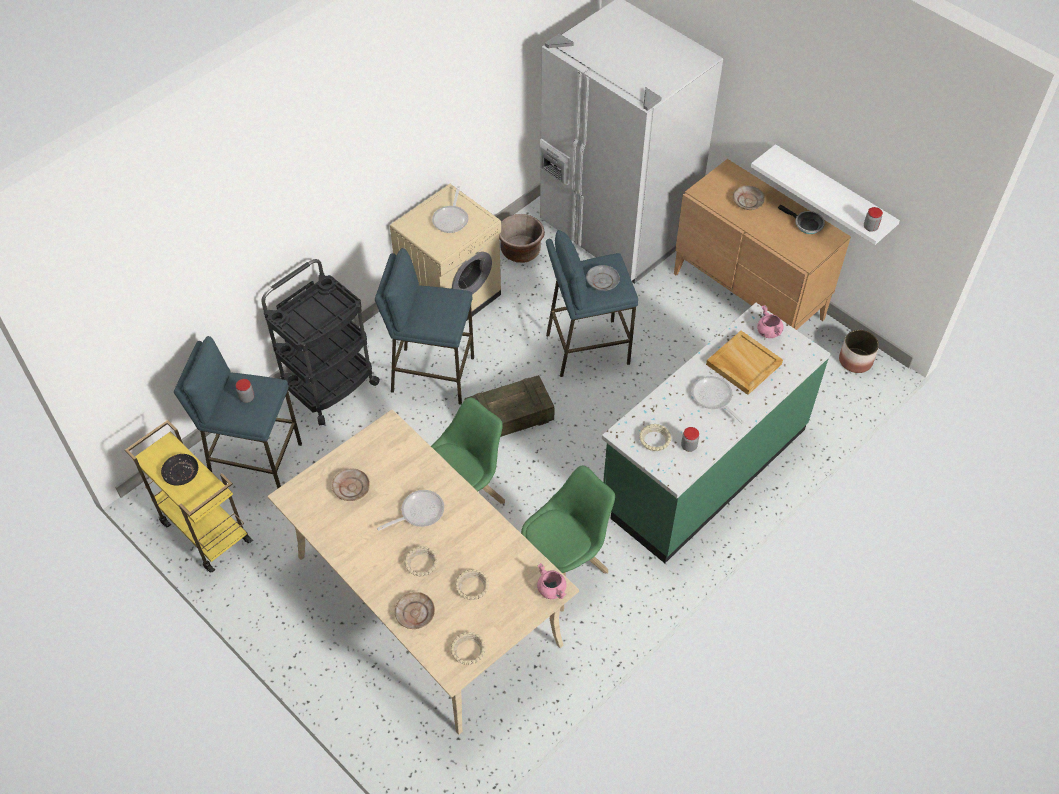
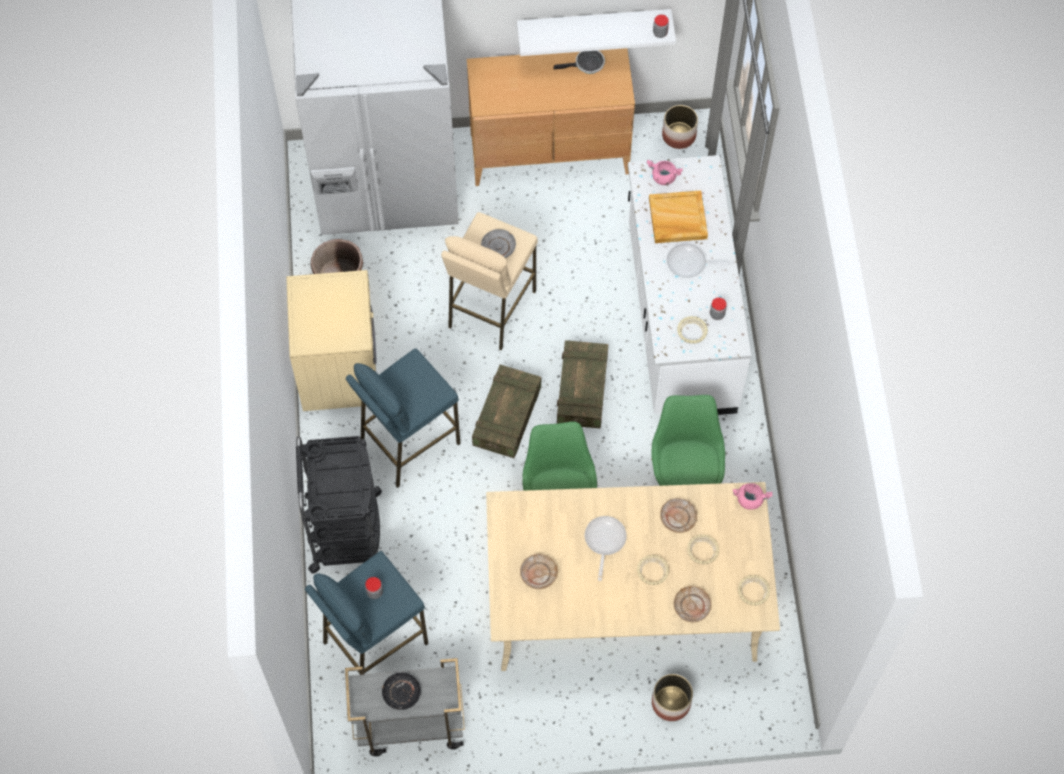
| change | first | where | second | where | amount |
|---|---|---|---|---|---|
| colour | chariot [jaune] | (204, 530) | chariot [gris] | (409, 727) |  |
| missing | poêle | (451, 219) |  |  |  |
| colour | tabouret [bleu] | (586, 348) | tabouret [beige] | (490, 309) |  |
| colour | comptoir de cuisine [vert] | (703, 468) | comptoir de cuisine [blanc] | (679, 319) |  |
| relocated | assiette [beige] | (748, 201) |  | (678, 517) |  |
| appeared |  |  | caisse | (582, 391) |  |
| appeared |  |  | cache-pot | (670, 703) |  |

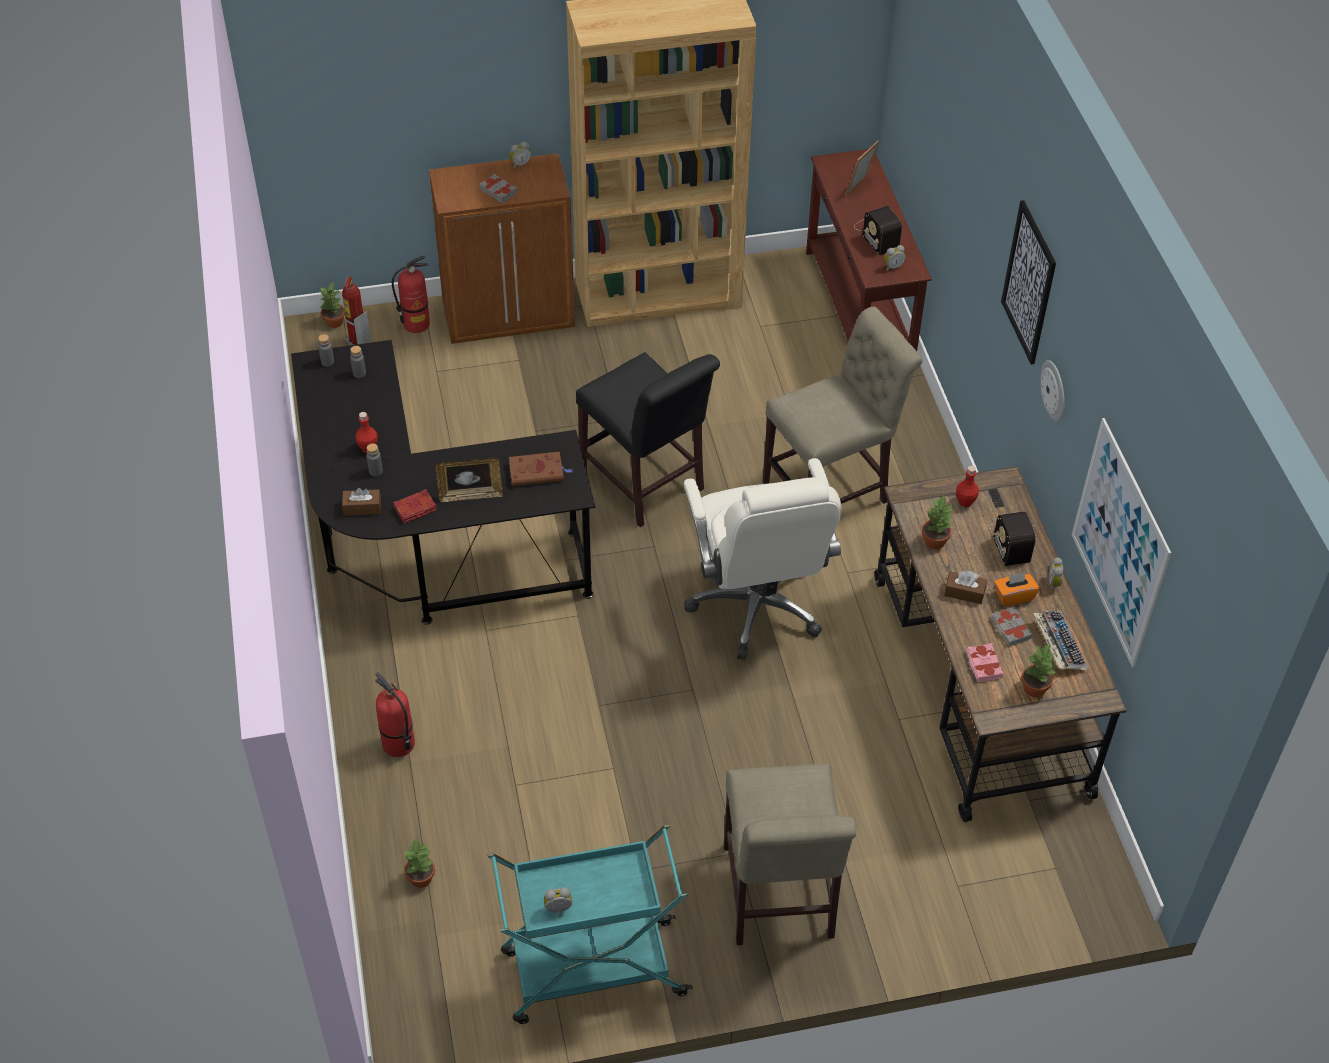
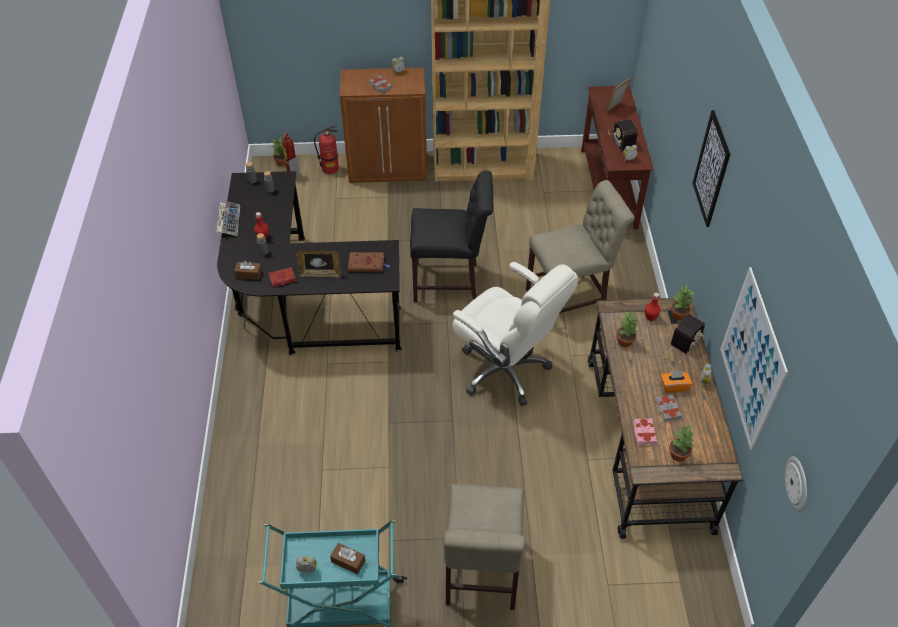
| change | first | where | second | where | amount |
|---|---|---|---|---|---|
| missing | extincteur | (398, 744) |  |  |  |
| relocated | plante en pot | (420, 879) |  | (678, 315) |  |
| spun | chaise [noir] | (646, 485) |  | (450, 282) | 60 degrees counterclockwise |
| spun | chaise de bureau [blanc] | (756, 608) |  | (505, 371) | 45 degrees counterclockwise |
| relocated | boîte à mouchoirs [marron] | (964, 592) |  | (348, 561) |  |
| spun | radio | (1010, 538) |  | (678, 346) | 135 degrees counterclockwise |
| relocated | clavier | (1057, 644) |  | (229, 221) |  |
| relocated | horloge murale | (1054, 390) |  | (797, 483) |  |

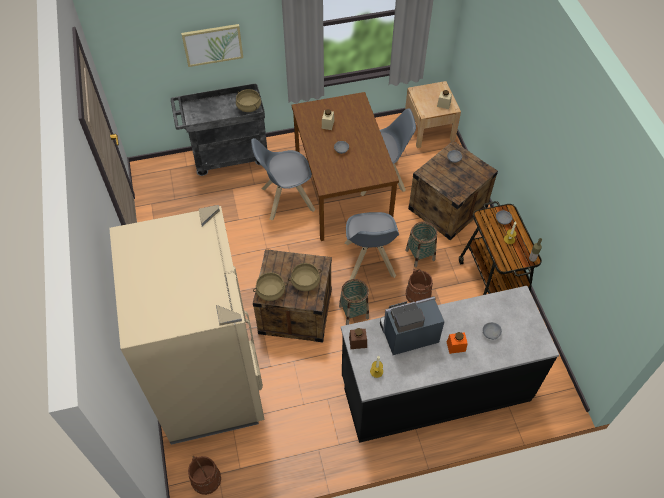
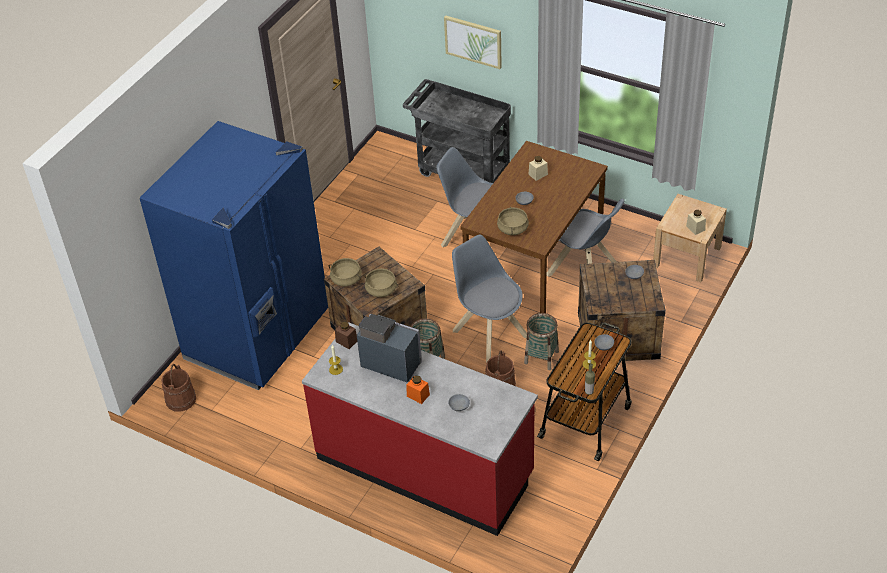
| change | first | where | second | where | amount |
|---|---|---|---|---|---|
| colour | réfrigérateur [beige] | (210, 380) | réfrigérateur [bleu] | (258, 335) |  |
| relocated | marmite [beige] | (248, 107) |  | (512, 228) |  |
| colour | comptoir de cuisine [noir] | (434, 388) | comptoir de cuisine [rouge] | (425, 466) |  |
| spun | chaise [gris] | (369, 261) |  | (489, 332) | 105 degrees clockwise |

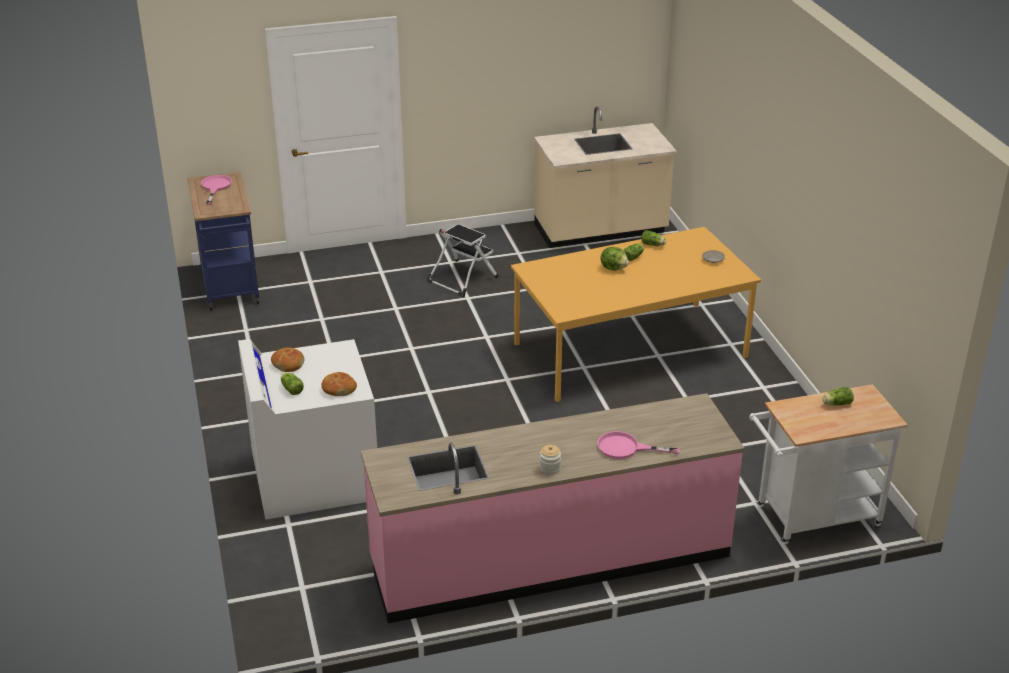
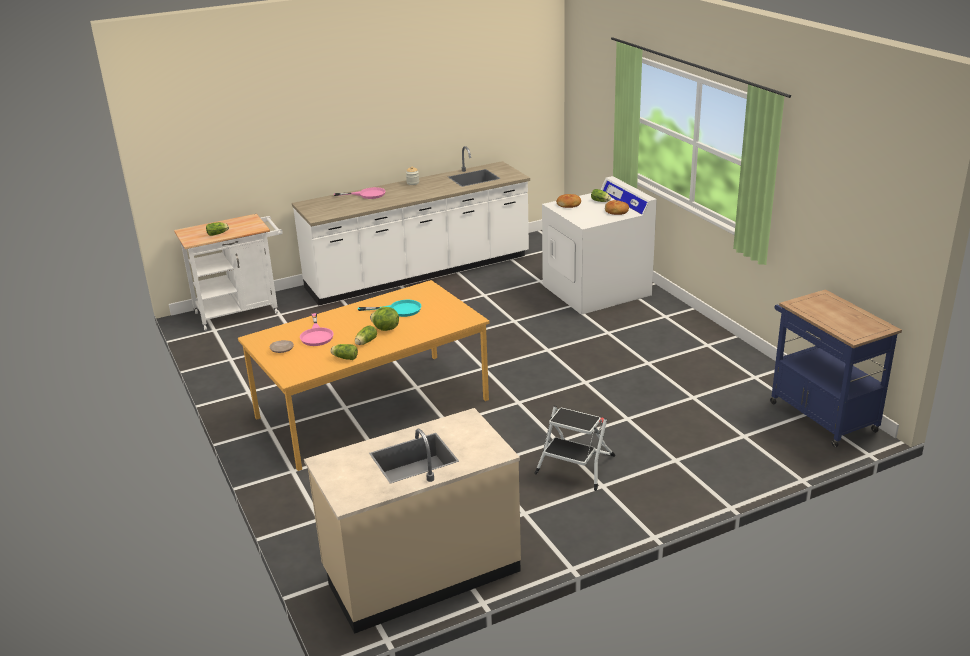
| change | first | where | second | where | amount |
|---|---|---|---|---|---|
| relocated | poêle [rose] | (215, 187) |  | (316, 335) |  |
| colour | comptoir de cuisine [rose] | (550, 558) | comptoir de cuisine [blanc] | (419, 273) |  |
| appeared |  |  | poêle [turquoise] | (399, 310) |  |

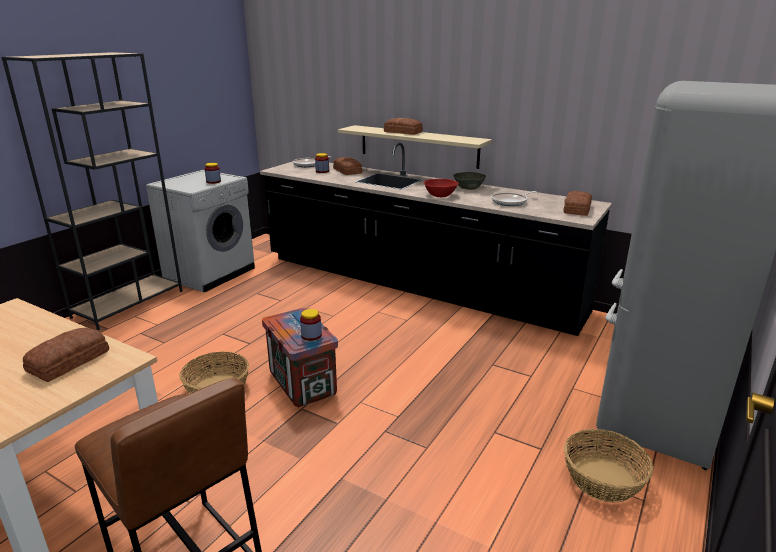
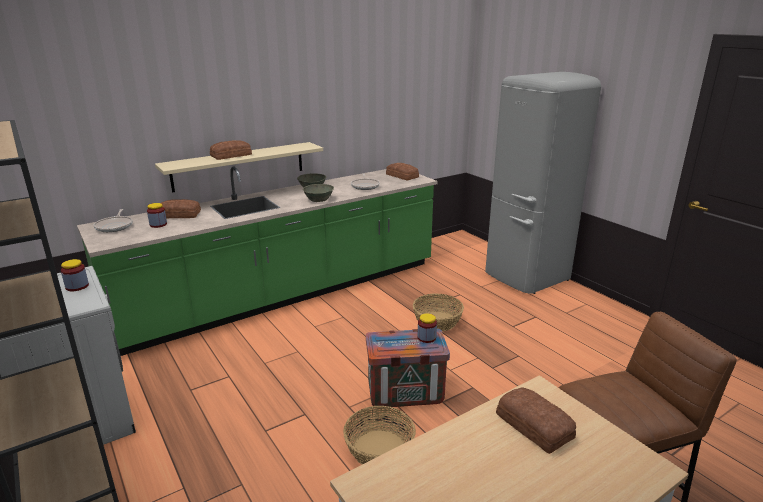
| change | first | where | second | where | amount |
|---|---|---|---|---|---|
| colour | comptoir de cuisine [noir] | (416, 285) | comptoir de cuisine [vert] | (285, 296) |  |
| colour | bol [rouge] | (440, 195) | bol [gris] | (318, 199) |  |
| relocated | panier | (603, 479) |  | (437, 321) |  |

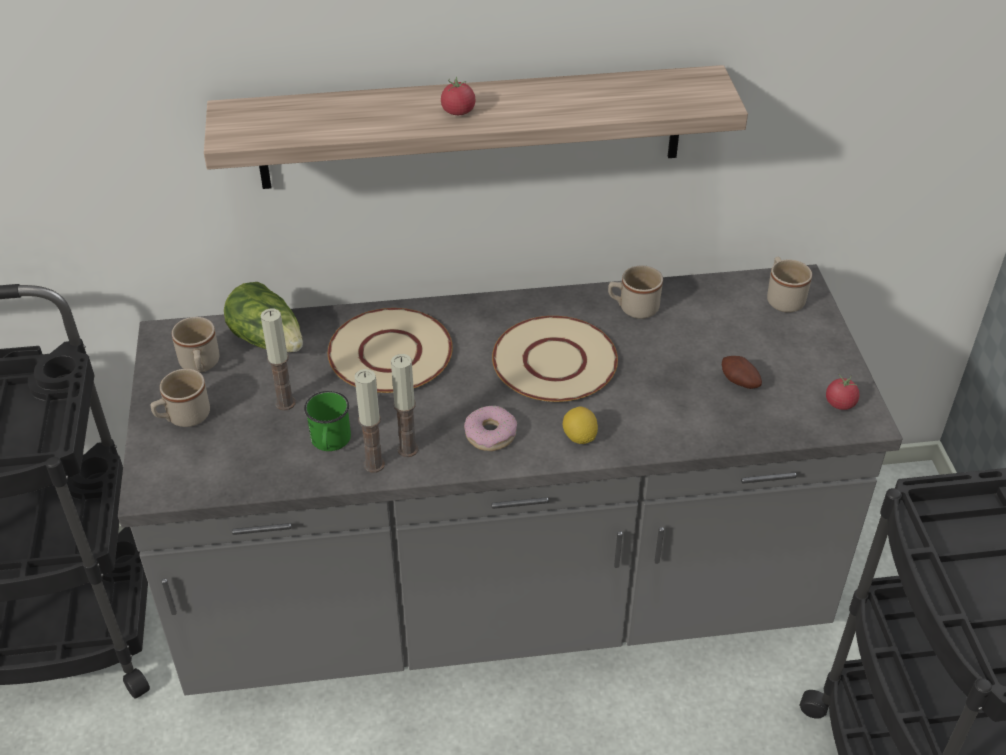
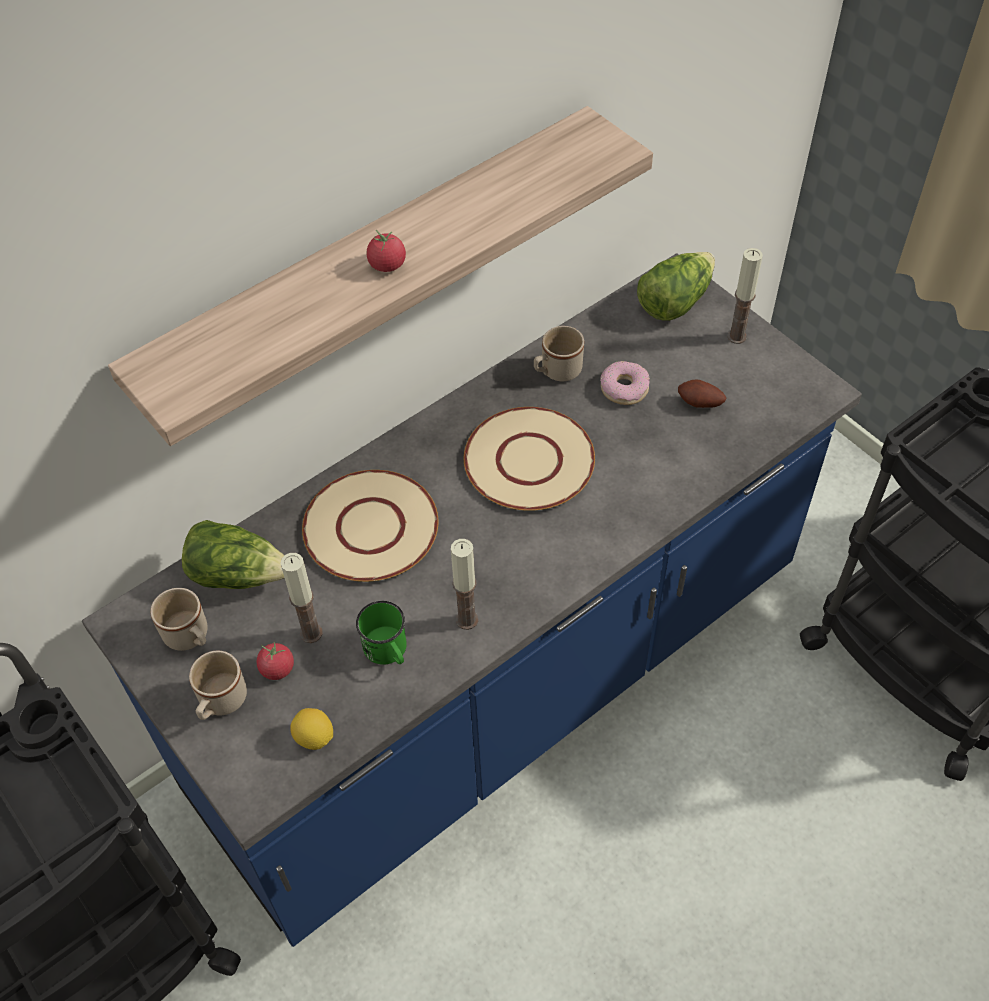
| change | first | where | second | where | amount |
|---|---|---|---|---|---|
| colour | comptoir de cuisine [gris] | (503, 598) | comptoir de cuisine [bleu] | (500, 683) |  |
| relocated | bougie | (374, 464) |  | (736, 336) |  |
| relocated | beignet | (490, 434) |  | (624, 388) |  |
| relocated | citron | (579, 437) |  | (314, 737) |  |
| exchanged | mug [beige] | (783, 298) | laitue | (674, 301) |  |
| relocated | tomate | (840, 403) |  | (277, 668) |  |

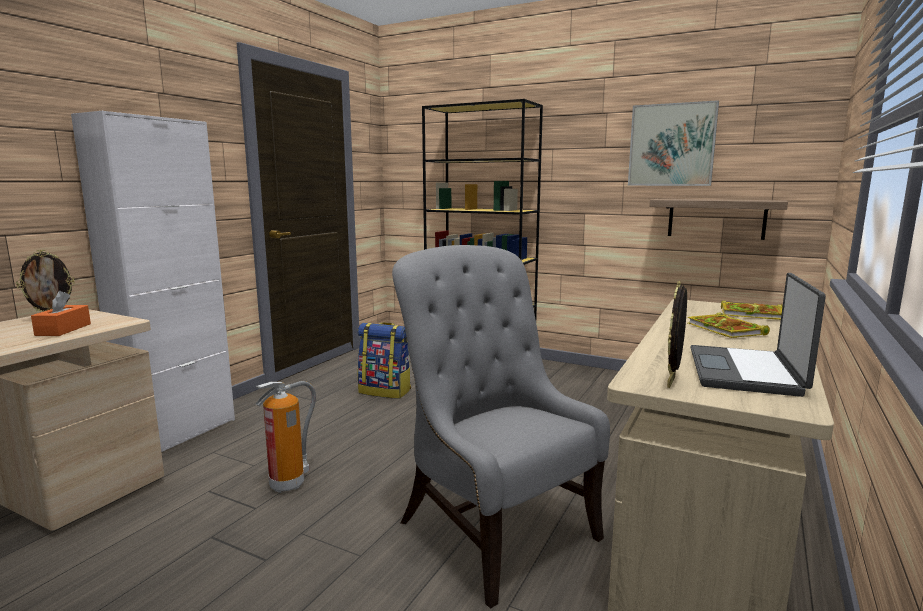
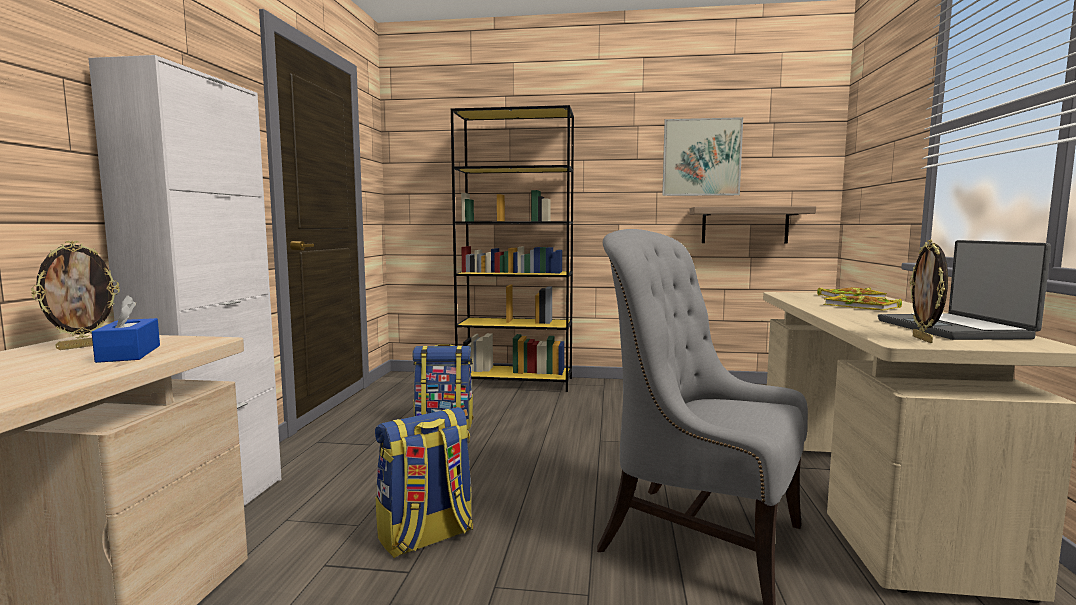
| change | first | where | second | where | amount |
|---|---|---|---|---|---|
| colour | boîte à mouchoirs [orange] | (63, 329) | boîte à mouchoirs [bleu] | (129, 353) |  |
| exchanged | extincteur | (289, 484) | sac à dos | (426, 537) |  |

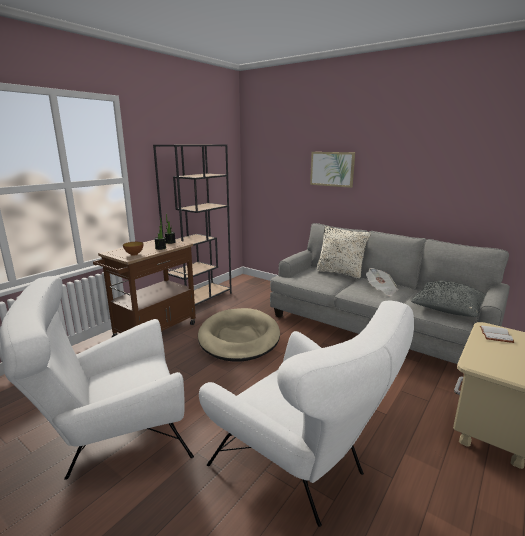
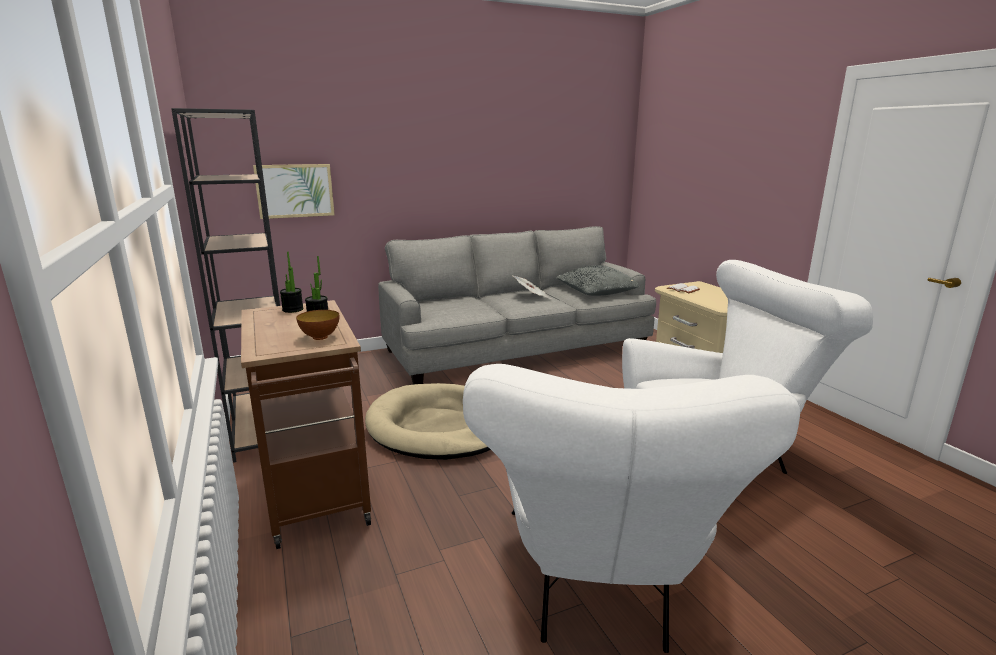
| change | first | where | second | where | amount |
|---|---|---|---|---|---|
| relocated | tableau | (332, 169) |  | (295, 190) |  |
| missing | coussin [beige] | (340, 274) |  |  |  |

